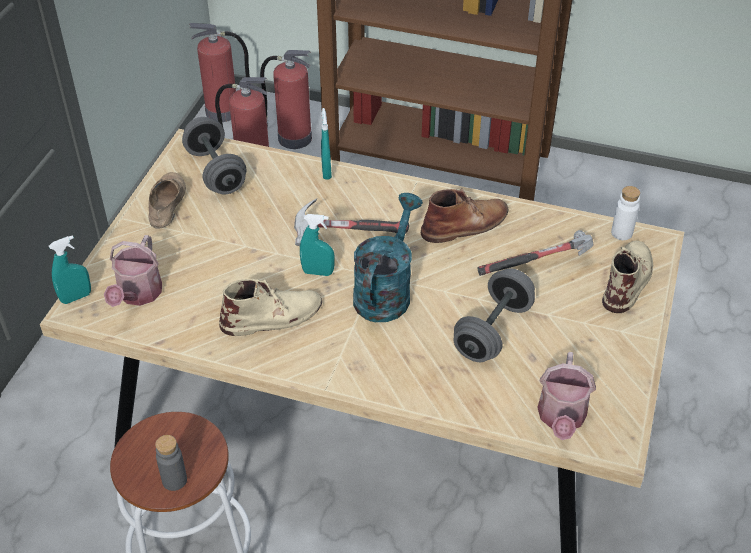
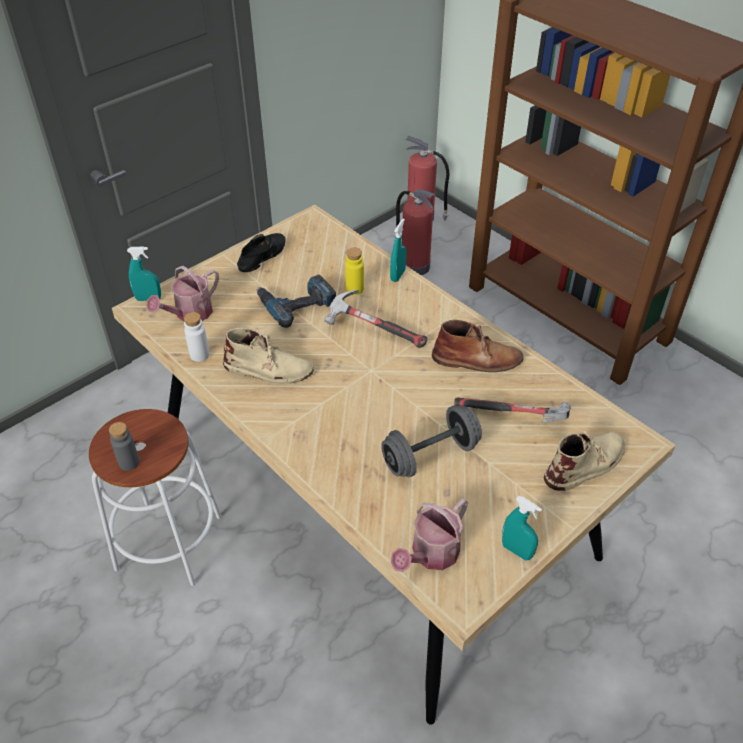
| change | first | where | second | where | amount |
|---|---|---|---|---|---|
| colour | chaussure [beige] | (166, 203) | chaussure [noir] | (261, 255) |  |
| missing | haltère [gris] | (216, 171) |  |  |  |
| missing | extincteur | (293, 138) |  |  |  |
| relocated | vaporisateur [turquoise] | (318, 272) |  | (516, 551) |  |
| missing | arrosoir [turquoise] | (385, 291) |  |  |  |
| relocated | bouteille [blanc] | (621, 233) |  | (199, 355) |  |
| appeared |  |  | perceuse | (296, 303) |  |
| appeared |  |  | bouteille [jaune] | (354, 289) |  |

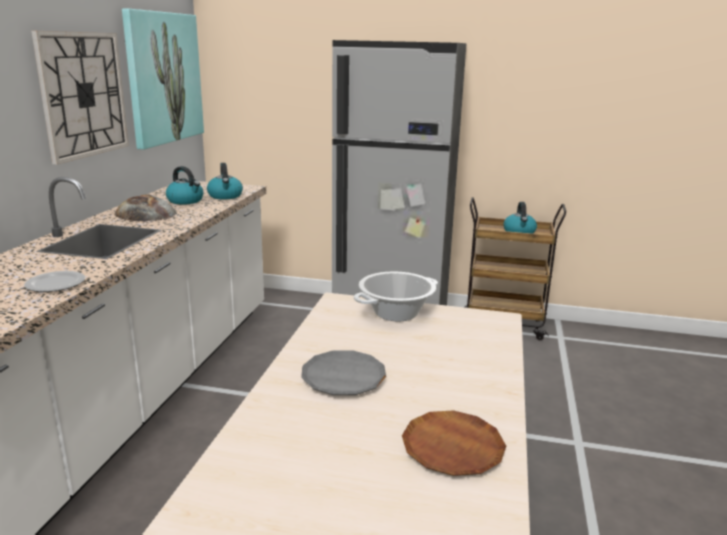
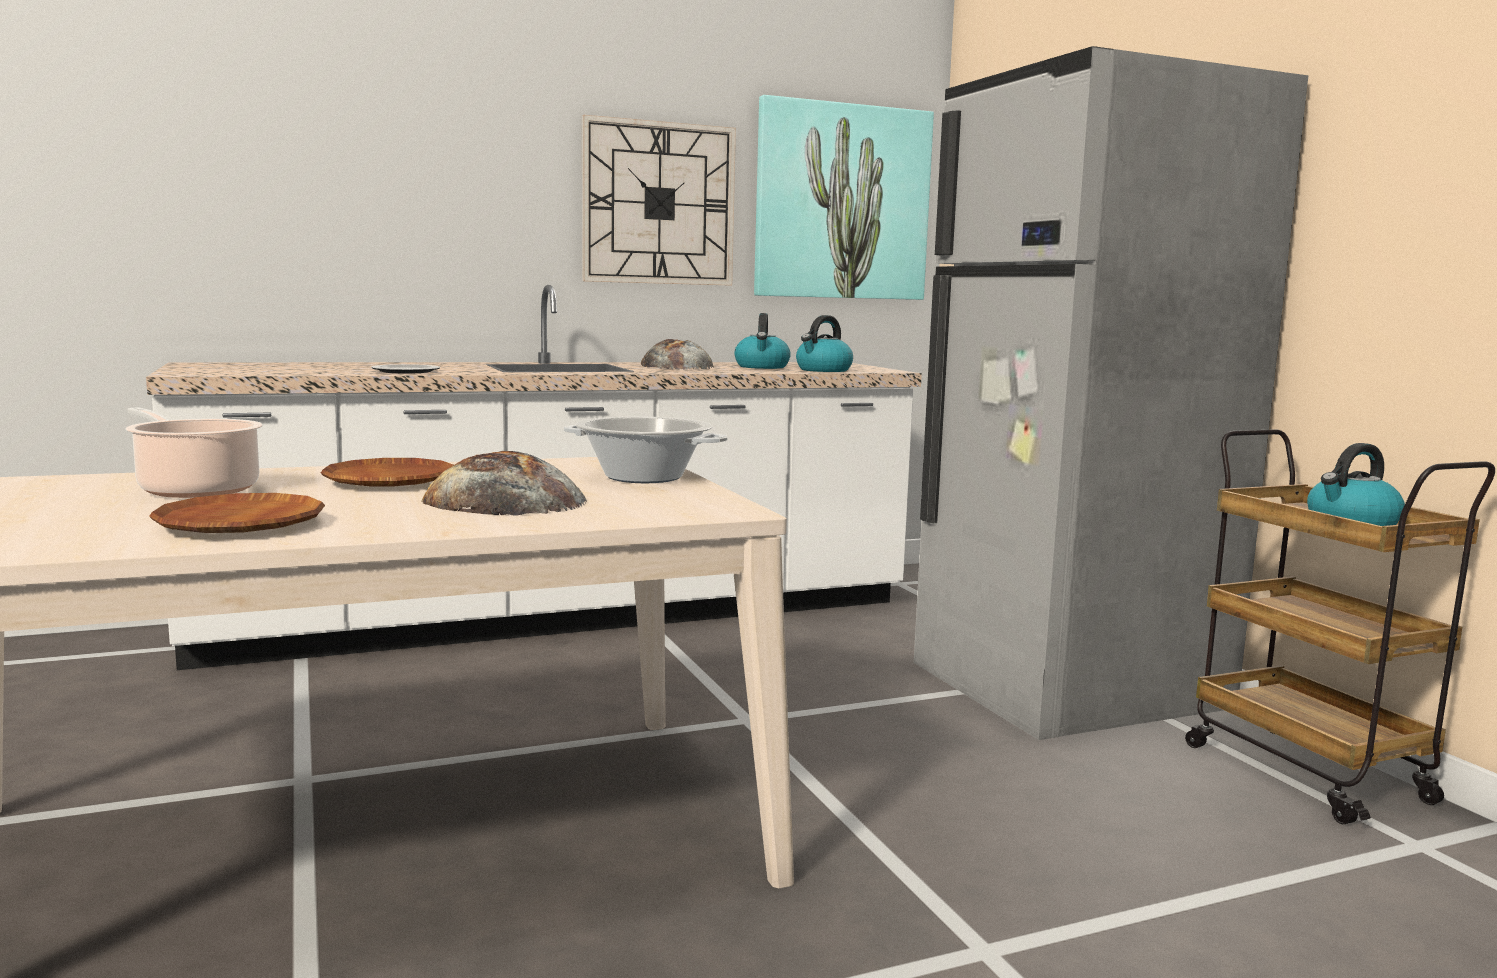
| change | first | where | second | where | amount |
|---|---|---|---|---|---|
| colour | assiette [gris] | (343, 378) | assiette [marron] | (390, 482) |  |
| appeared |  |  | marmite | (195, 489) |  |
| appeared |  |  | pain | (505, 501) |  |

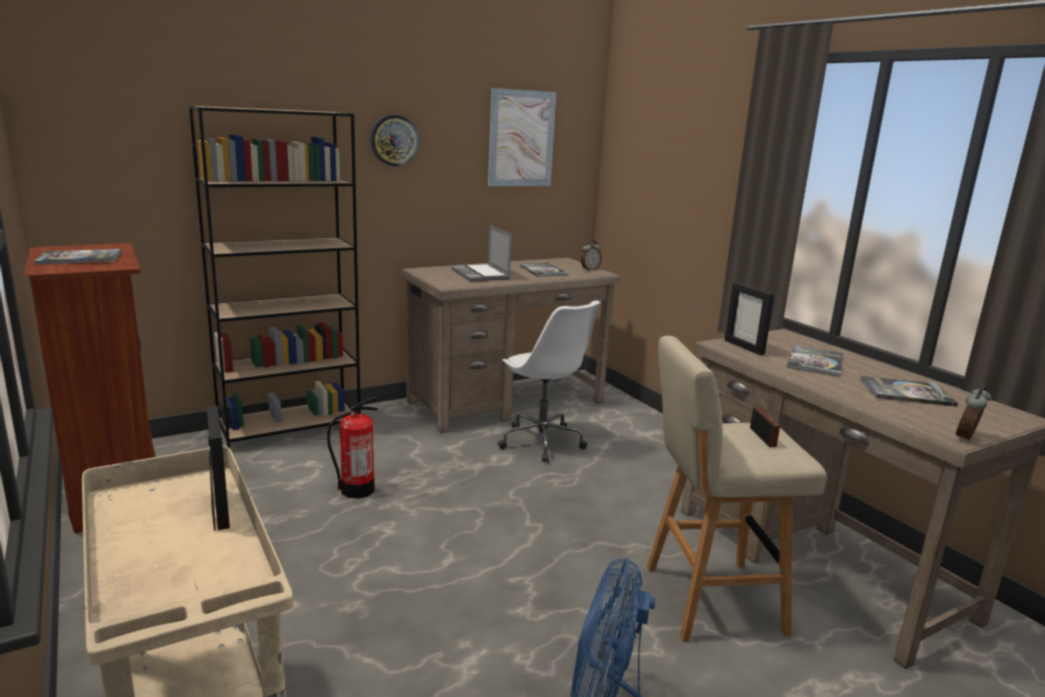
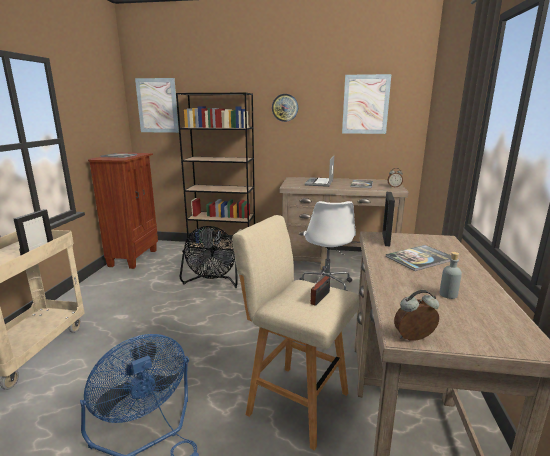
| change | first | where | second | where | amount |
|---|---|---|---|---|---|
| exchanged | extincteur | (357, 490) | ventilateur [noir] | (211, 280) |  |
| exchanged | livre | (906, 392) | bouteille [gris] | (448, 294) |  |
| appeared |  |  | tableau | (157, 105) |  |

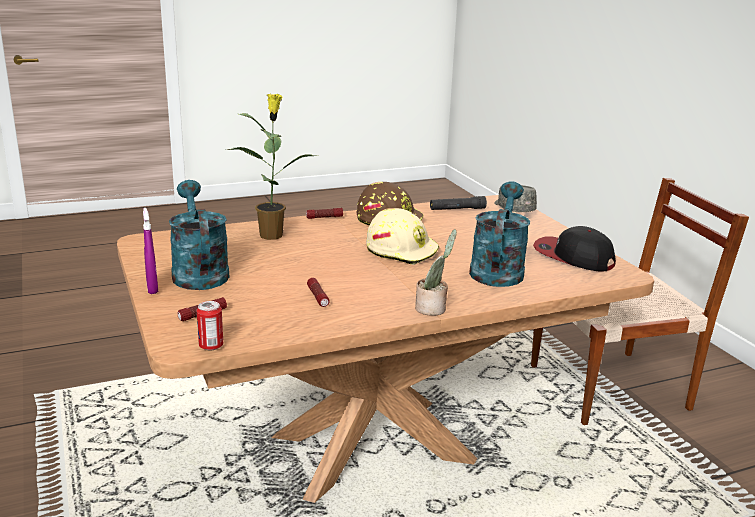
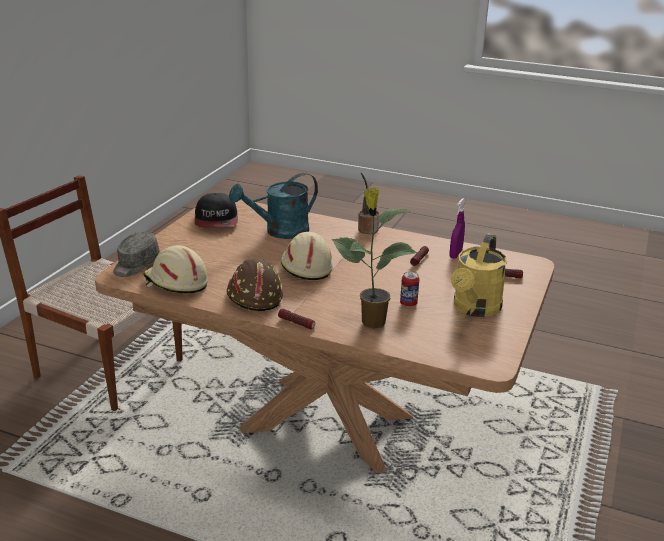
| change | first | where | second | where | amount |
|---|---|---|---|---|---|
| relocated | vaporisateur [violet] | (152, 288) |  | (455, 255) |  |
| colour | arrosoir [turquoise] | (198, 272) | arrosoir [jaune] | (474, 309) |  |
| relocated | boîte métallique | (211, 346) |  | (408, 304) |  |
| exchanged | lampe de poche [noir] | (457, 209) | casque de chantier [beige] | (175, 283) |  |

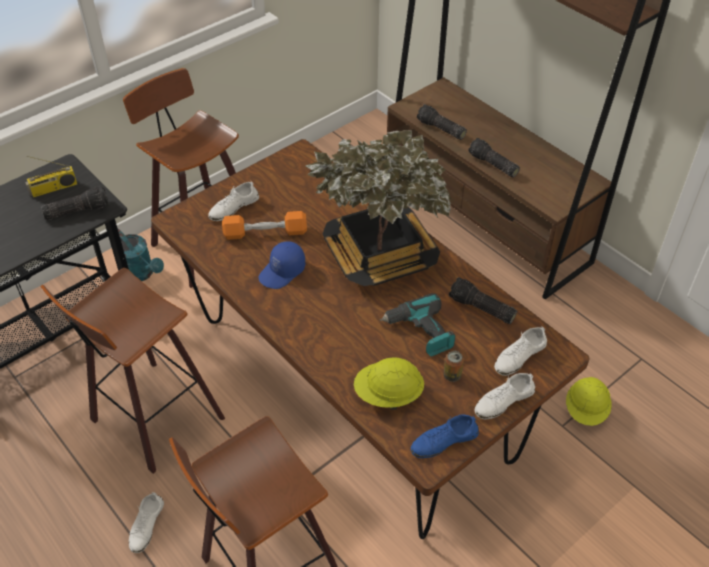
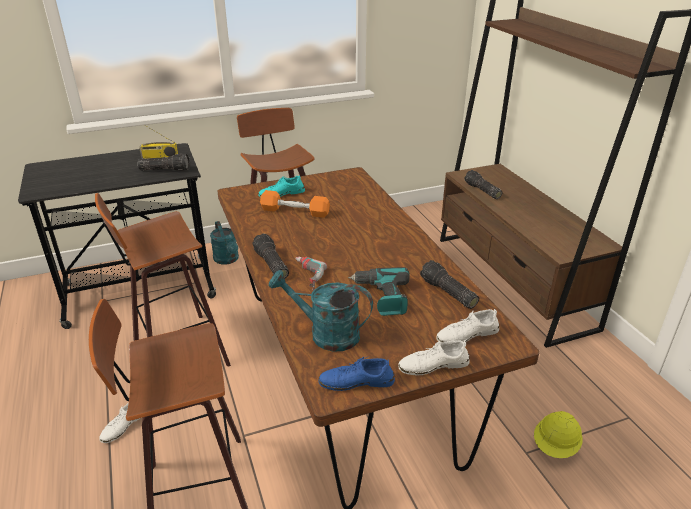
| change | first | where | second | where | amount |
|---|---|---|---|---|---|
| colour | chaussure [blanc] | (233, 207) | chaussure [turquoise] | (281, 194) |  |
| missing | casquette [bleu] | (282, 272) |  |  |  |
| missing | plante en pot | (380, 255) |  |  |  |
| exchanged | casque de chantier [jaune] | (388, 395) | arrosoir [turquoise] | (326, 334) |  |
| missing | boîte métallique | (452, 375) |  |  |  |
| relocated | lampe de poche | (492, 165) |  | (270, 264) |  |
| appeared |  |  | perceuse | (305, 276) |  |

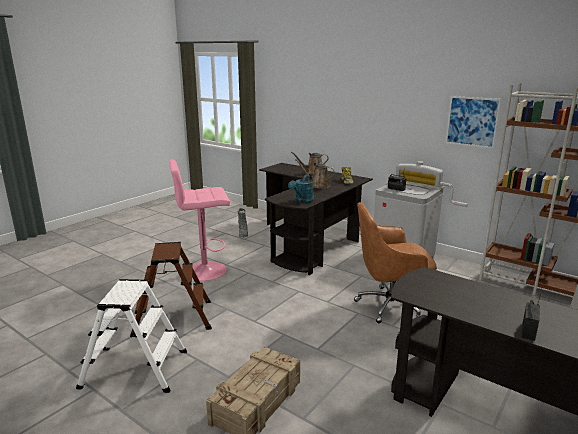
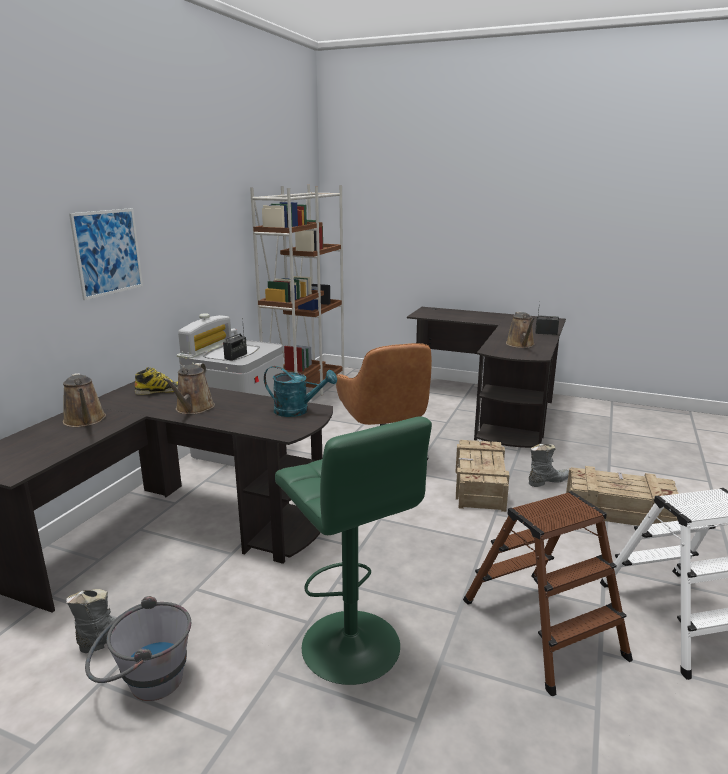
| change | first | where | second | where | amount |
|---|---|---|---|---|---|
| colour | tabouret [rose] | (204, 271) | tabouret [vert] | (350, 647) |  |
| relocated | tableau | (472, 121) |  | (108, 252) |  |
| appeared |  |  | seau [gris] | (144, 683) |  |
| appeared |  |  | caisse | (479, 485) |  |
| appeared |  |  | arrosoir [marron] | (521, 345) |  |
| appeared |  |  | botte [gris] | (547, 481) |  |

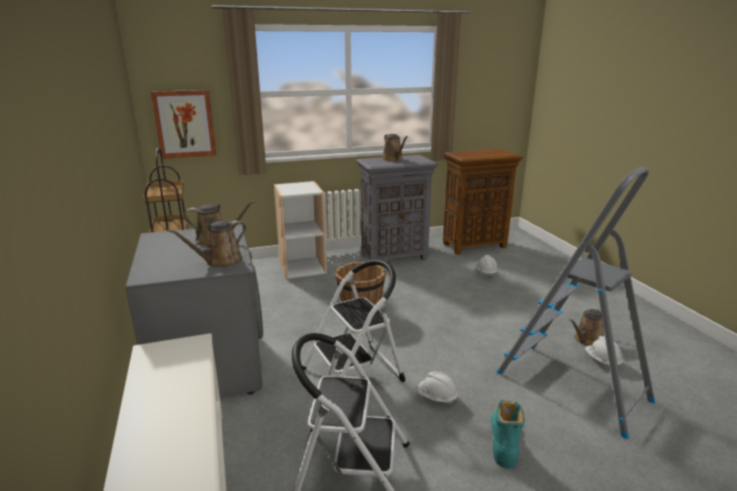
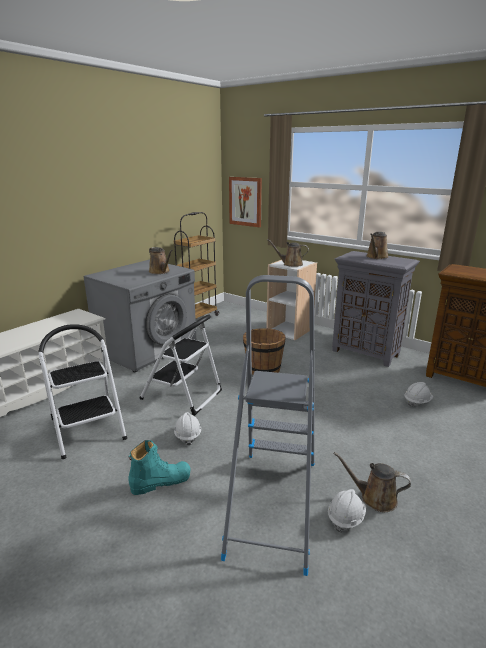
| change | first | where | second | where | amount |
|---|---|---|---|---|---|
| relocated | arrosoir [marron] | (220, 261) |  | (290, 264) |  |

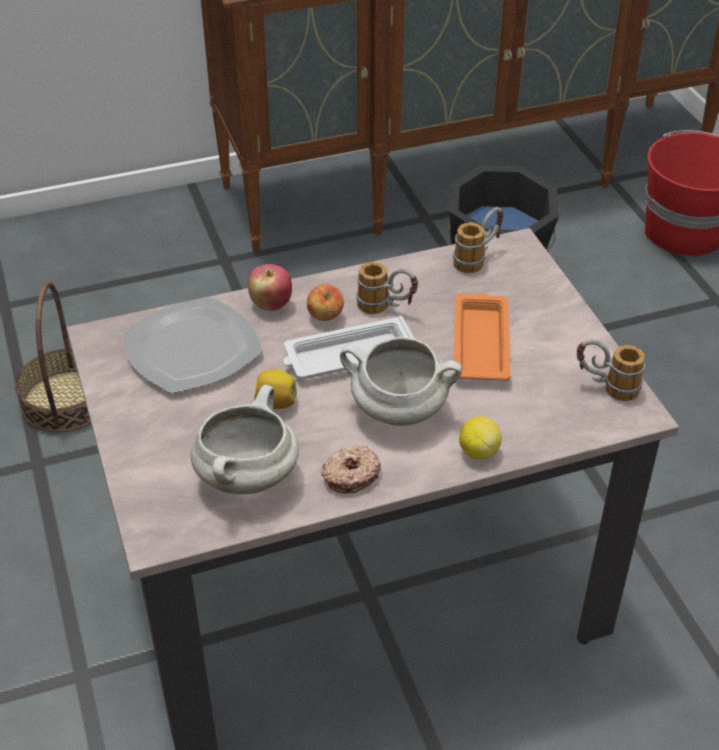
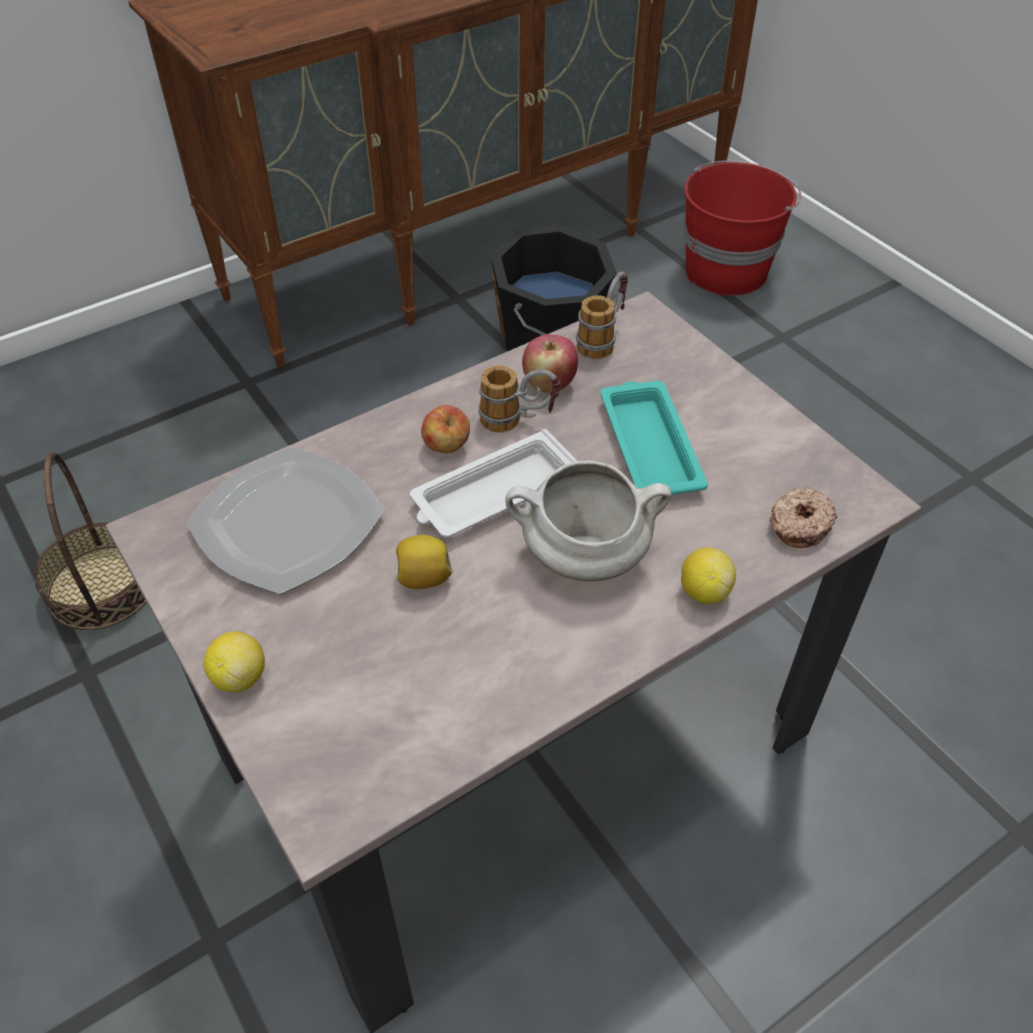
| change | first | where | second | where | amount |
|---|---|---|---|---|---|
| missing | marmite [blanc] | (246, 476) |  |  |  |
| relocated | pomme | (271, 304) |  | (549, 384) |  |
| relocated | beignet | (350, 475) |  | (799, 524) |  |
| colour | plateau [orange] | (481, 342) | plateau [turquoise] | (649, 444) |  |
| missing | mug | (605, 387) |  |  |  |
| appeared |  |  | citron | (239, 677) |  |

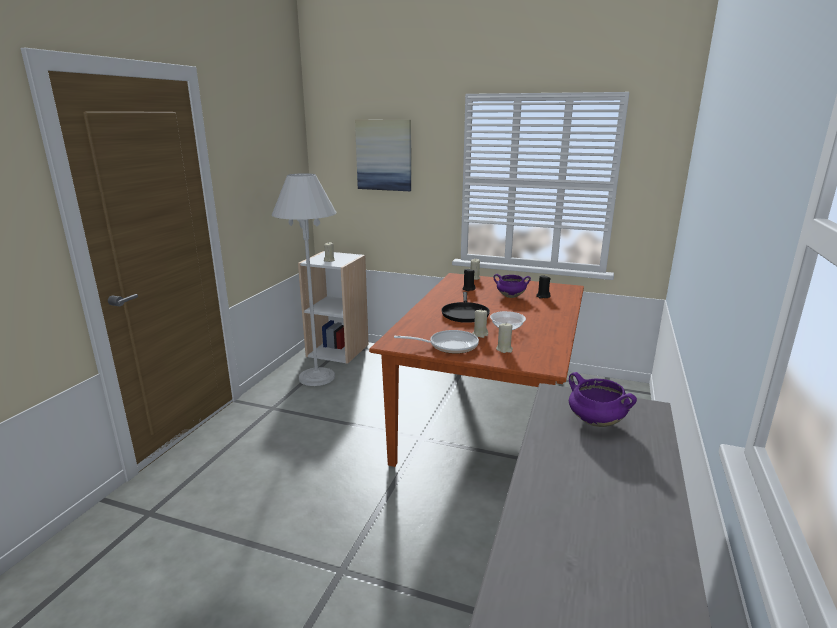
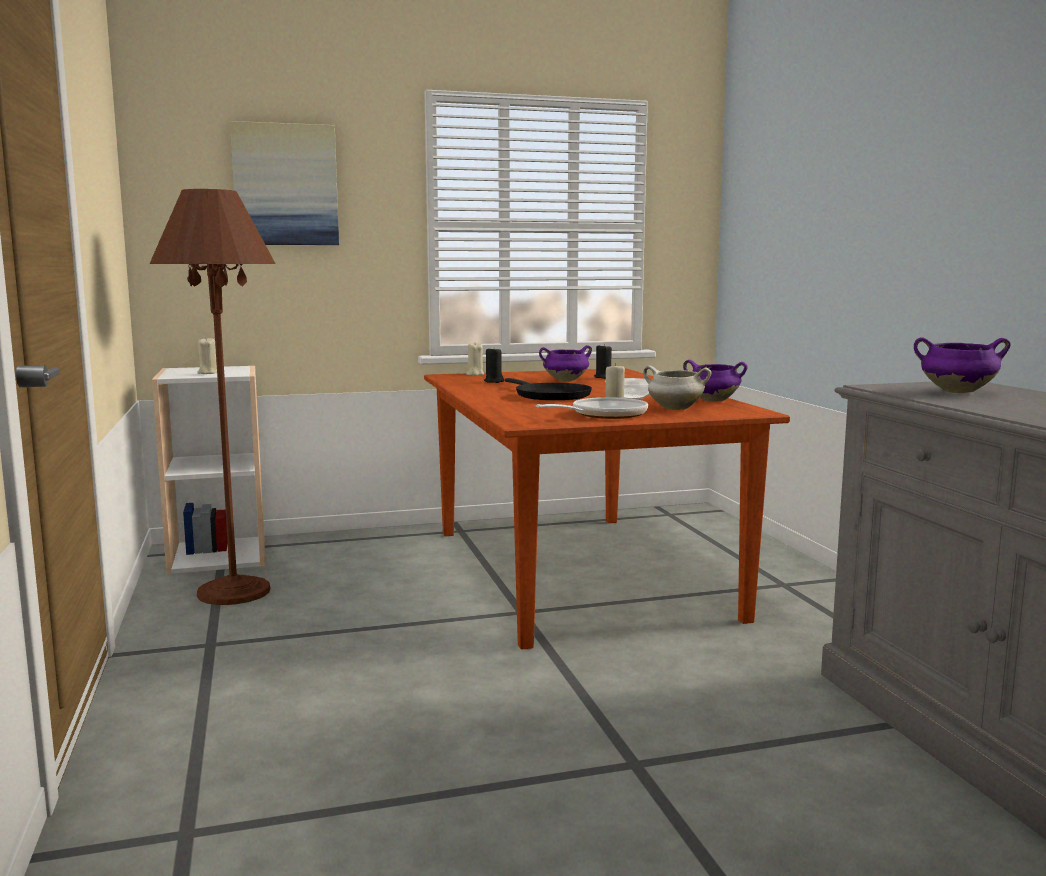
| change | first | where | second | where | amount |
|---|---|---|---|---|---|
| colour | lampadaire [blanc] | (316, 377) | lampadaire [marron] | (233, 592) |  |
| exchanged | bougie [beige] | (504, 349) | marmite [blanc] | (674, 409) |  |
| appeared |  |  | marmite [violet] | (712, 401) |  |

